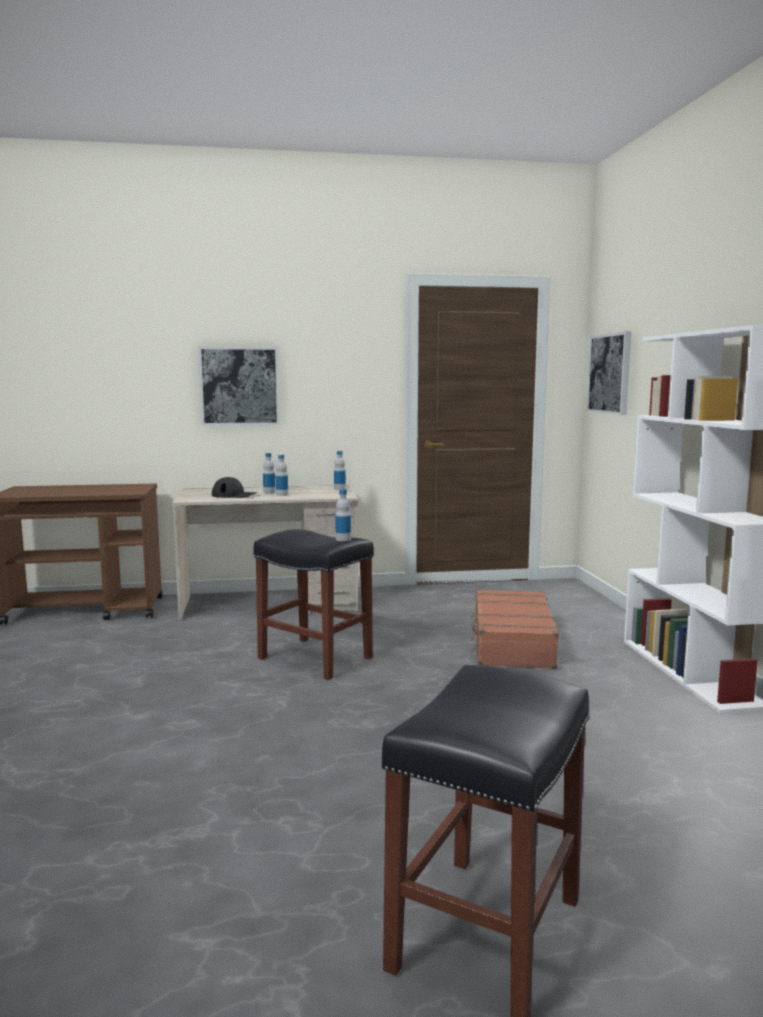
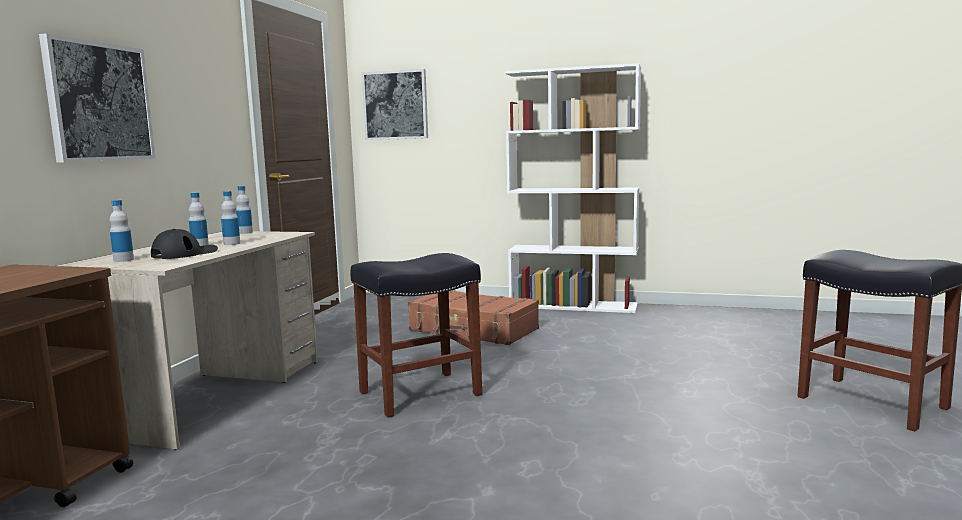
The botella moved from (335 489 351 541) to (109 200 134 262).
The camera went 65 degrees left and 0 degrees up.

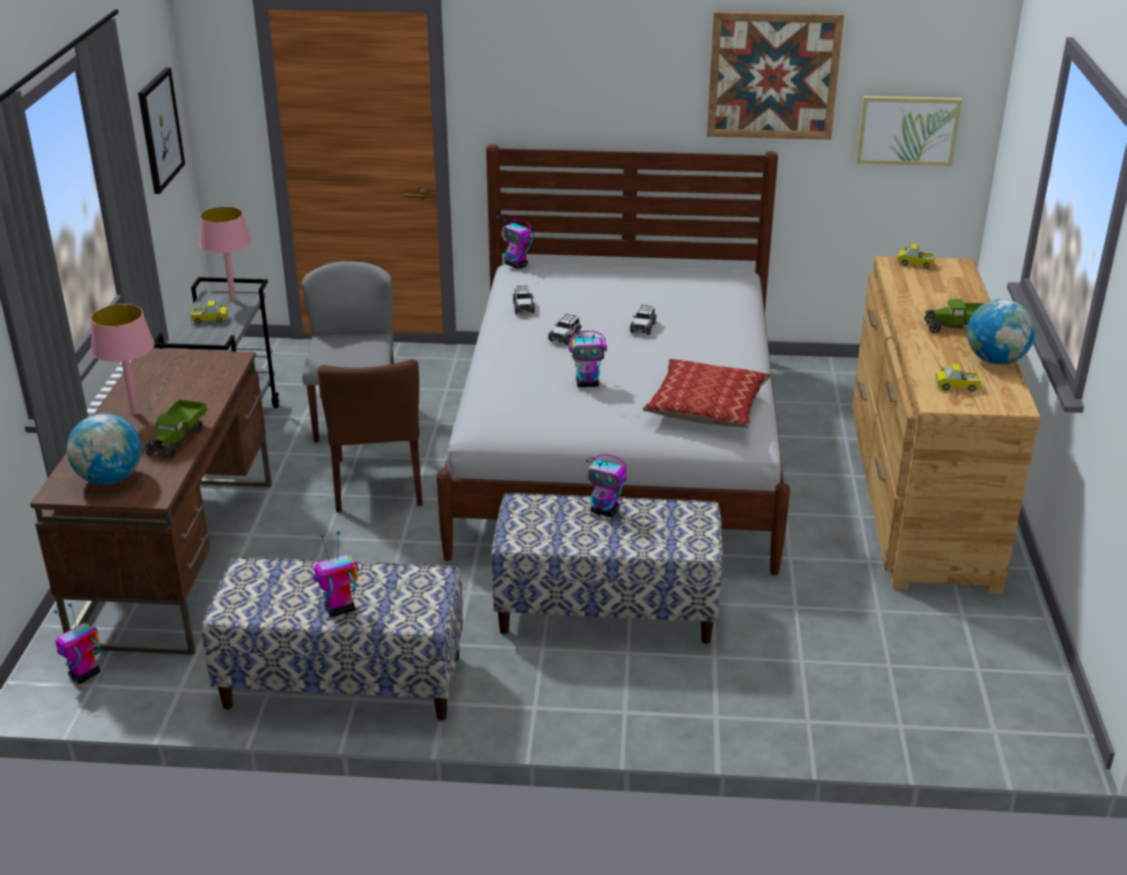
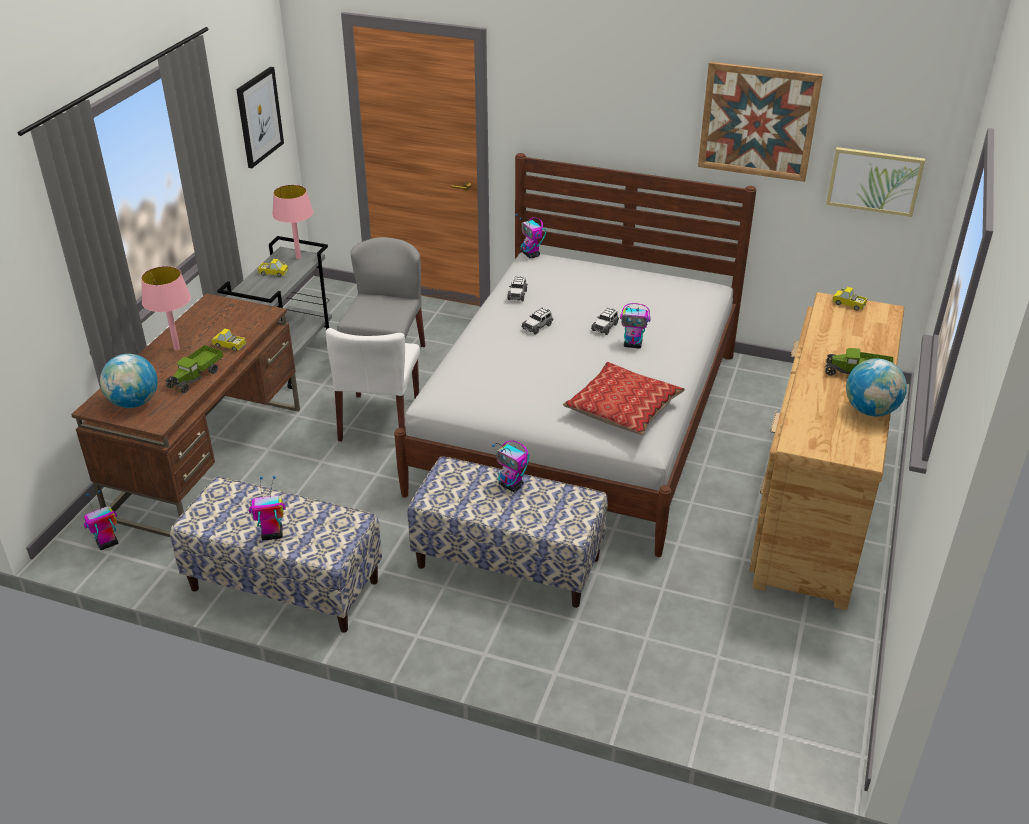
The robot de juguete moved from (569 331 607 387) to (620 303 651 349).
The silla [marrón] at (318 359 423 512) became the silla [blanco] at (326 328 420 441).
The camión de juguete moved from (935 364 981 392) to (211 329 246 351).
The camera went 15 degrees right and 5 degrees up.

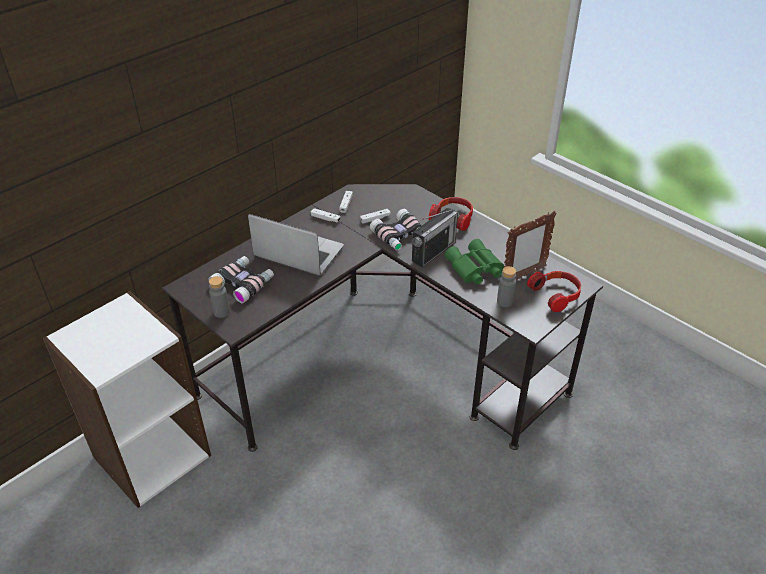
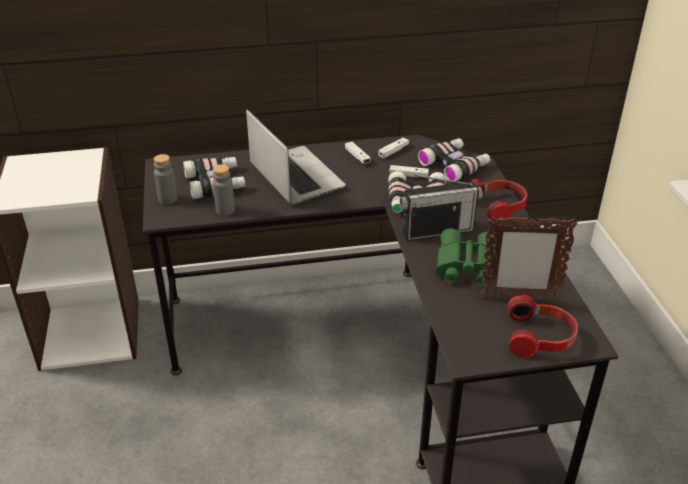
The botella [gris] moved from (497 266 516 307) to (213 164 235 216).
The prismáticos at (418 138 490 183) appeared.
The camera went 35 degrees right and 5 degrees down.

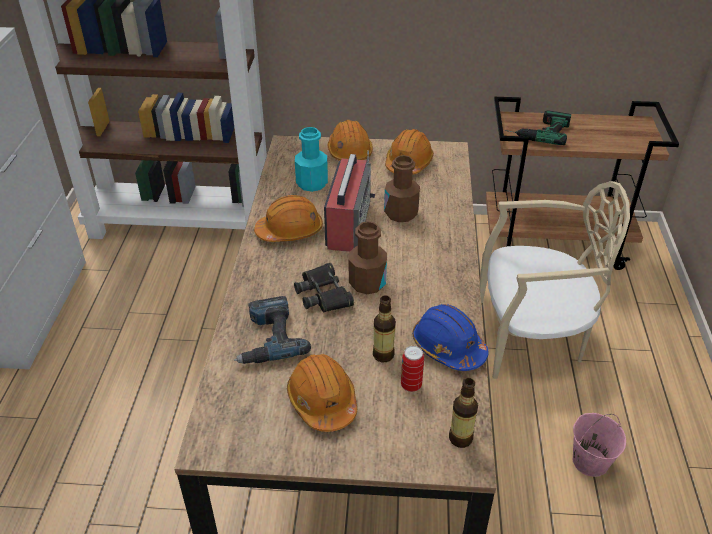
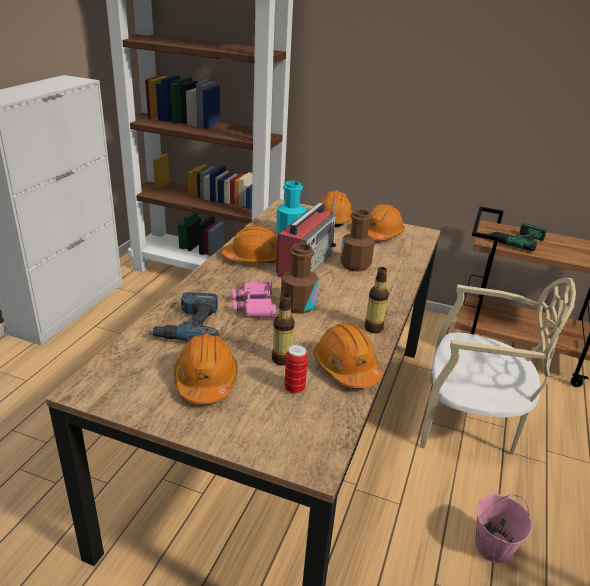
The prismáticos [negro] at (294 263 354 312) became the prismáticos [rosa] at (232 282 276 318).
The casco [azul] at (412 304 489 371) became the casco [naranja] at (314 324 382 388).
The botella moved from (449 378 478 448) to (364 267 389 333).
The camera went 15 degrees right and 10 degrees down.

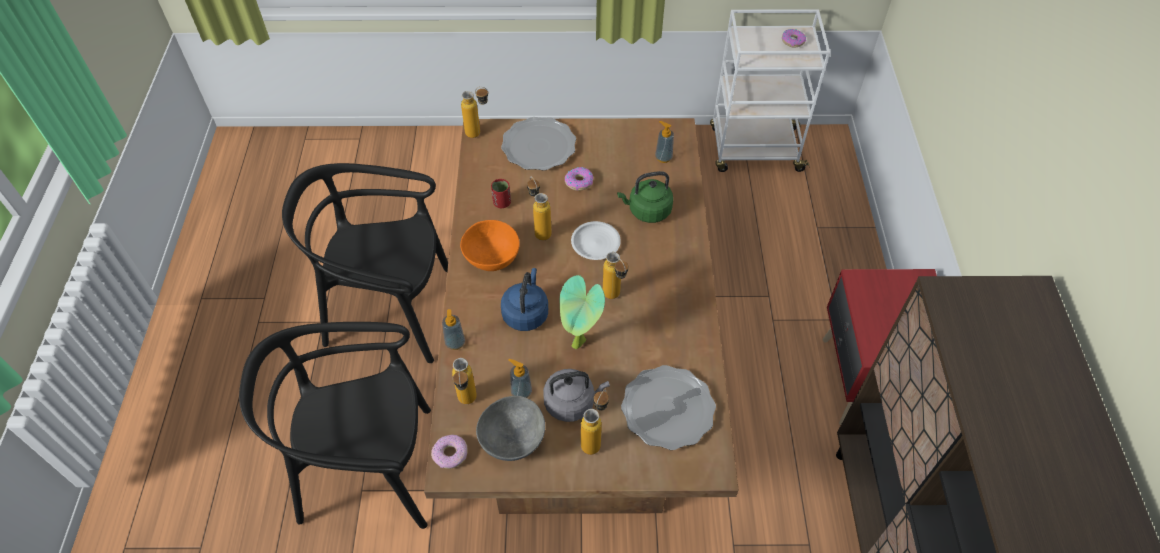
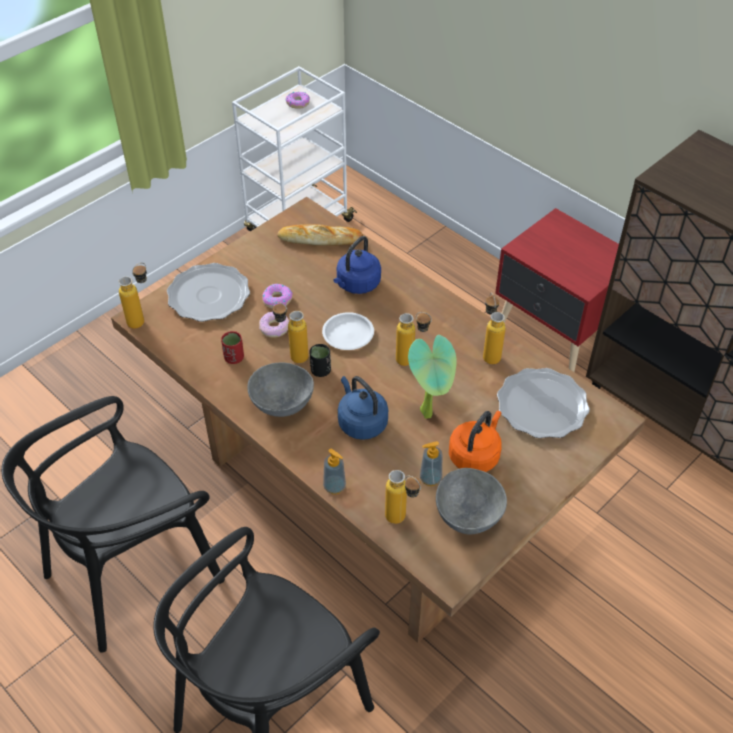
The dispensador de jabón at (655 121 674 163) was replaced by the pan at (277 224 363 246).
The hervidor [verde] at (617 171 673 223) became the hervidor [azul] at (333 236 381 294).
The cuenco [naranja] at (460 220 520 271) became the cuenco [gris] at (247 363 314 417).
The hervidor [gris] at (543 369 610 422) became the hervidor [naranja] at (449 411 502 472).
The botella moved from (581 390 609 455) to (483 293 506 364).
The rosquilla moved from (431 435 468 469) to (259 311 289 338).
The taza [negro] at (309 344 331 377) appeared.
The camera went 45 degrees left and 5 degrees down.

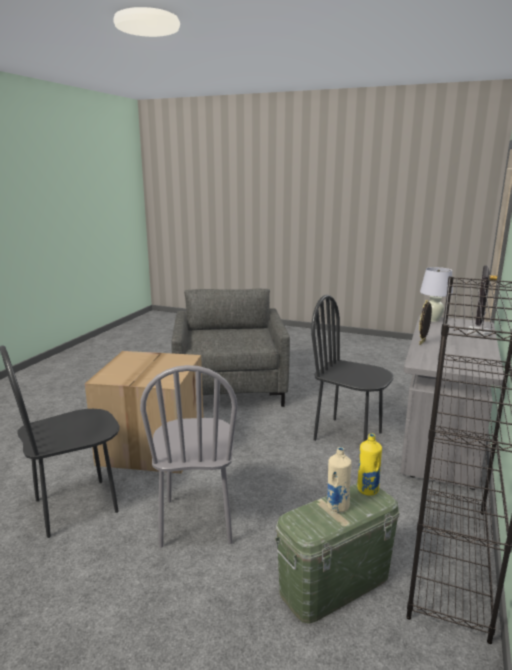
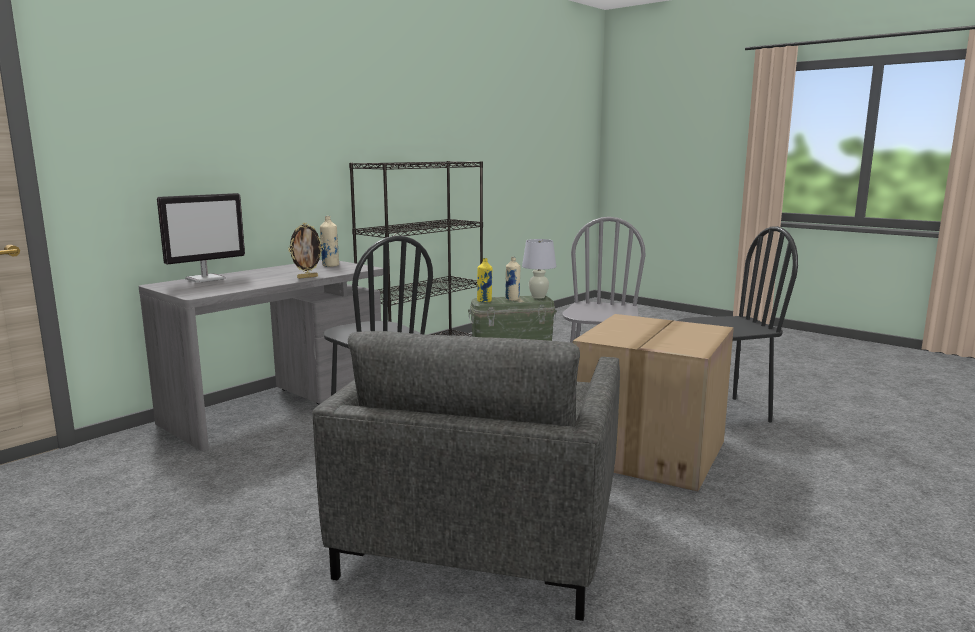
The lámpara de mesa [blanco] moved from (420 267 453 322) to (522 239 556 299).
The botella [beis] at (320 216 340 267) appeared.
The camera went 160 degrees left and 5 degrees down.

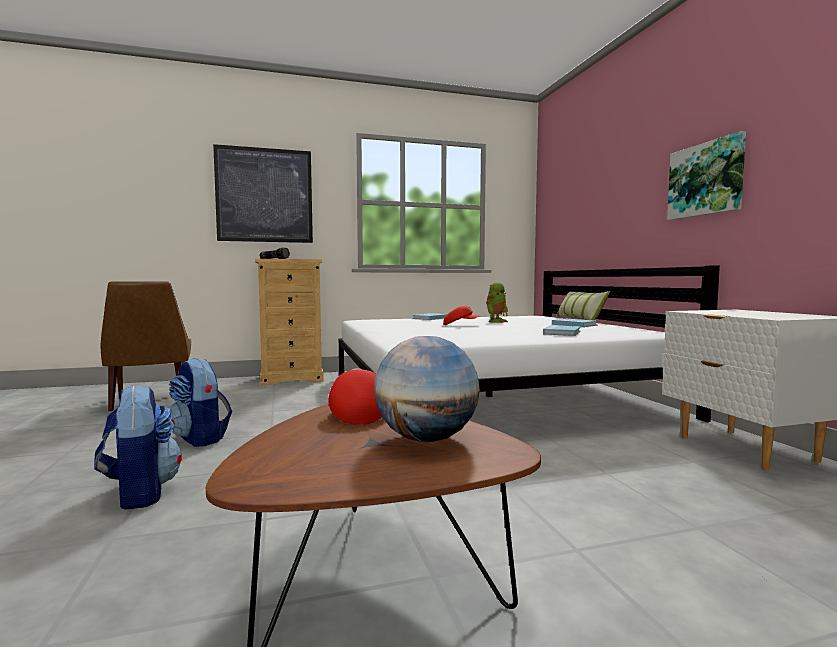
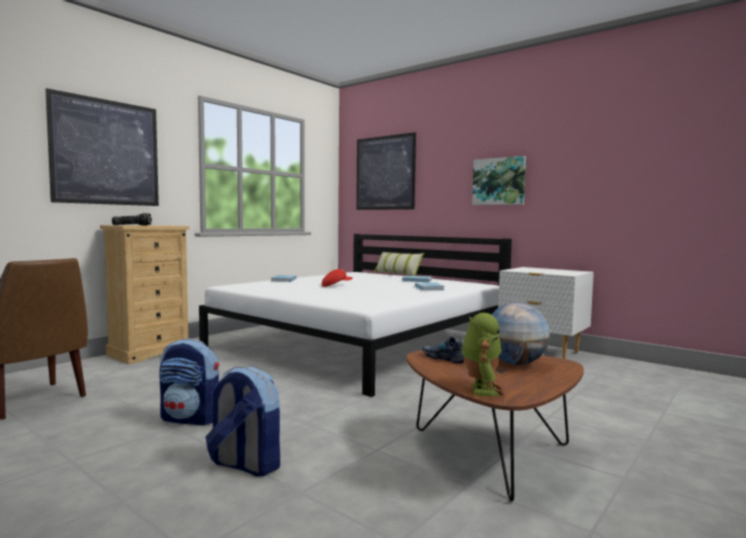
The robot de juguete moved from (486 282 508 323) to (461 313 503 396).
The gorra [rojo] at (328 368 382 425) was replaced by the zapato at (422 336 464 364).
The cuadro at (356 132 416 210) appeared.
The camera went 35 degrees left and 0 degrees up.

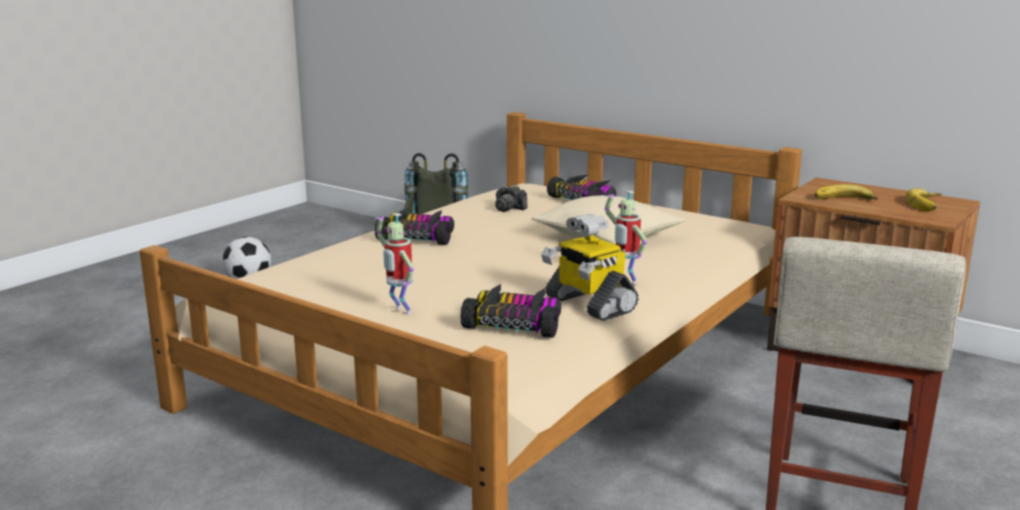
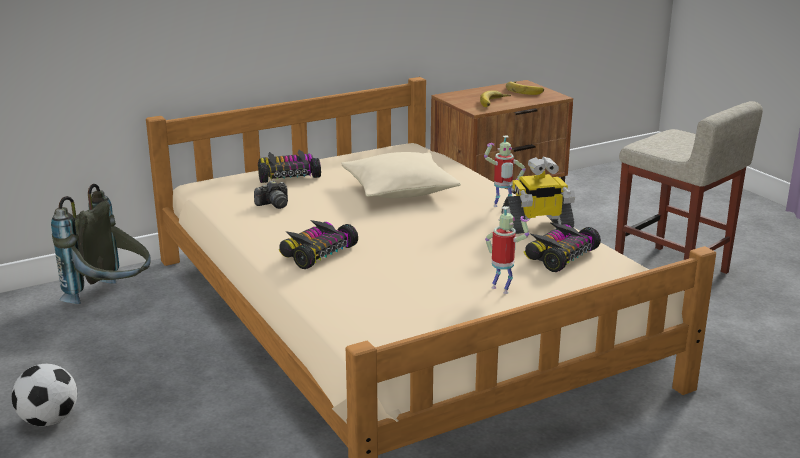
The robot de juguete at (374 213 414 315) turned 120 degrees counterclockwise.
The camera went 65 degrees left and 5 degrees up.

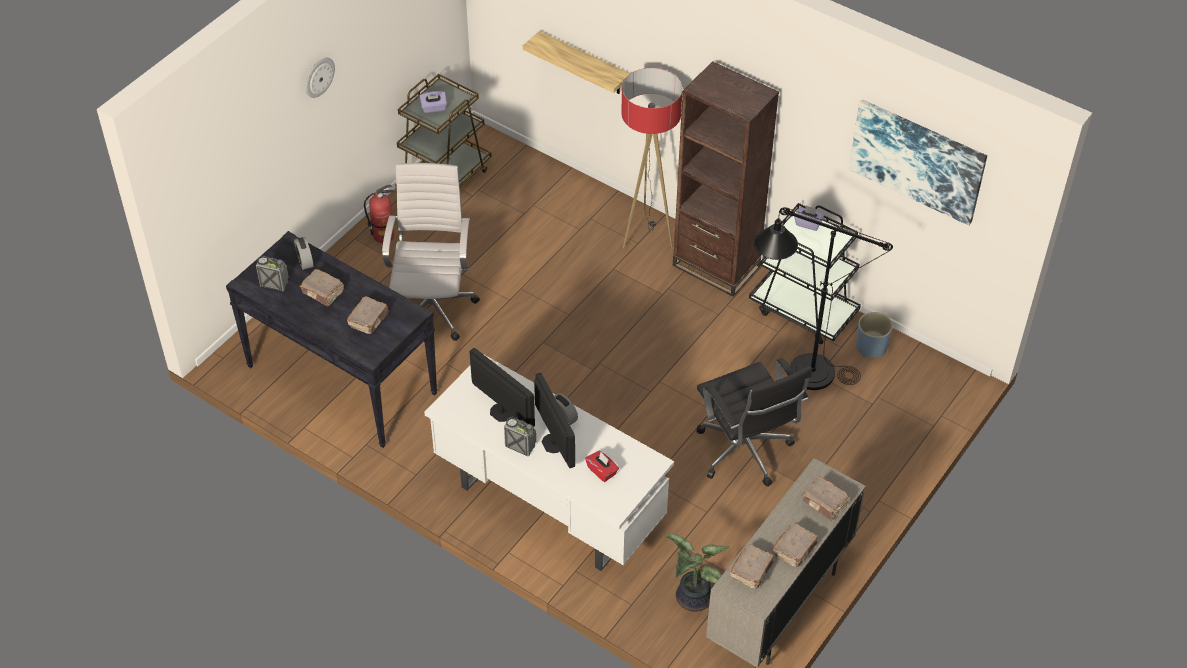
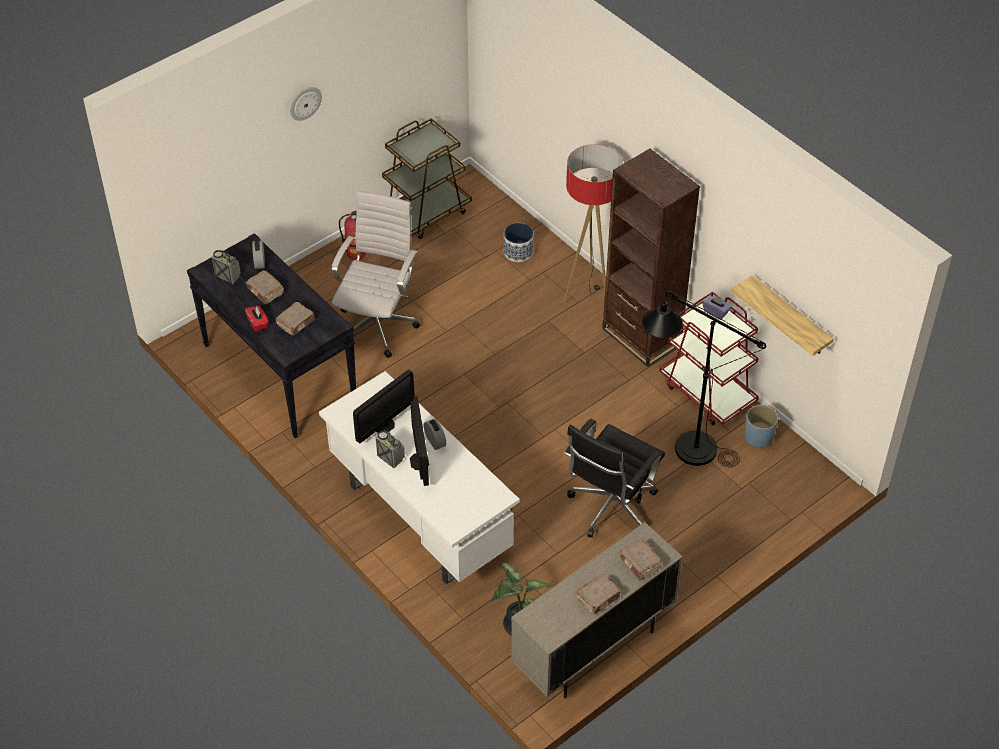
The estante moved from (523 31 630 94) to (732 275 834 356).
The caja de pañuelos [morado] at (419 91 447 113) disappeared.
The cuadro at (849 99 987 226) disappeared.
The carrito [negro] at (749 203 861 344) became the carrito [rojo] at (659 292 759 425).
The monitor at (470 348 535 427) turned 75 degrees clockwise.
The silla de oficina [negro] at (696 358 812 487) turned 45 degrees clockwise.
The caja de pañuelos [rojo] moved from (585 451 619 482) to (245 306 269 332).
The libro [marrón] at (730 544 774 589) disappeared.
The maceta at (504 223 534 262) appeared.
The camera went 15 degrees right and 0 degrees up.

